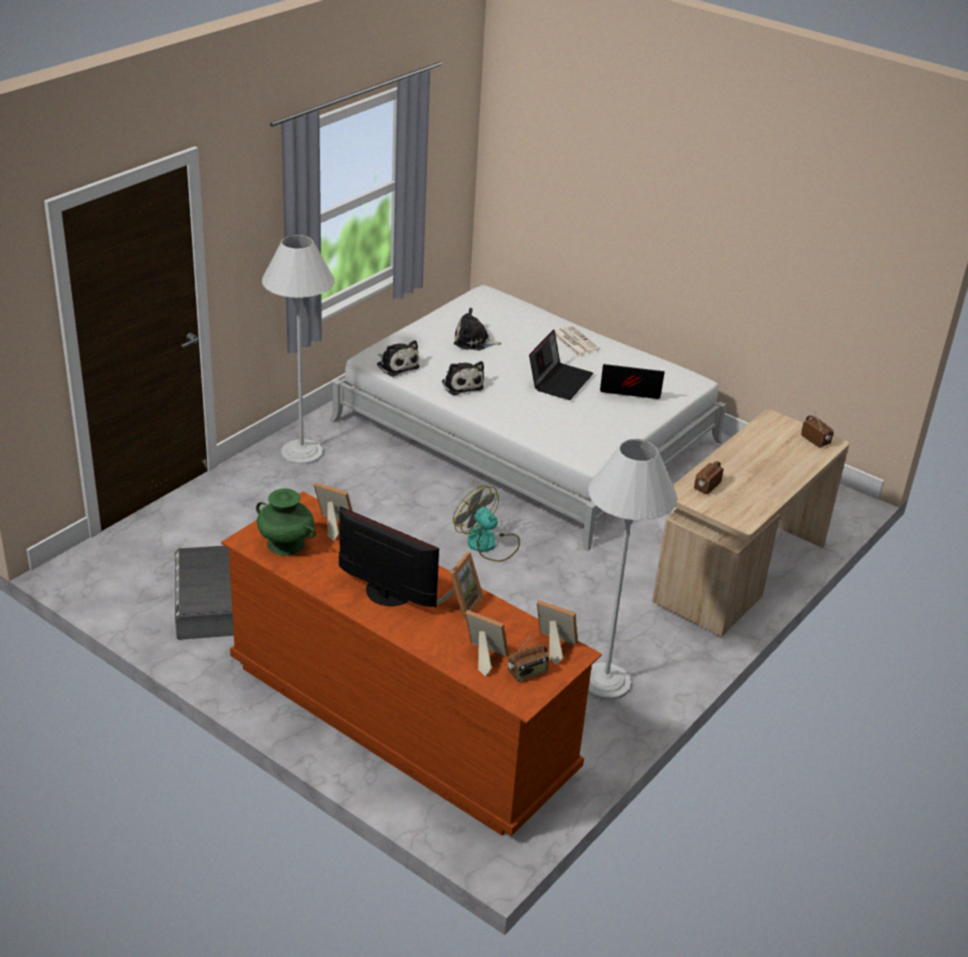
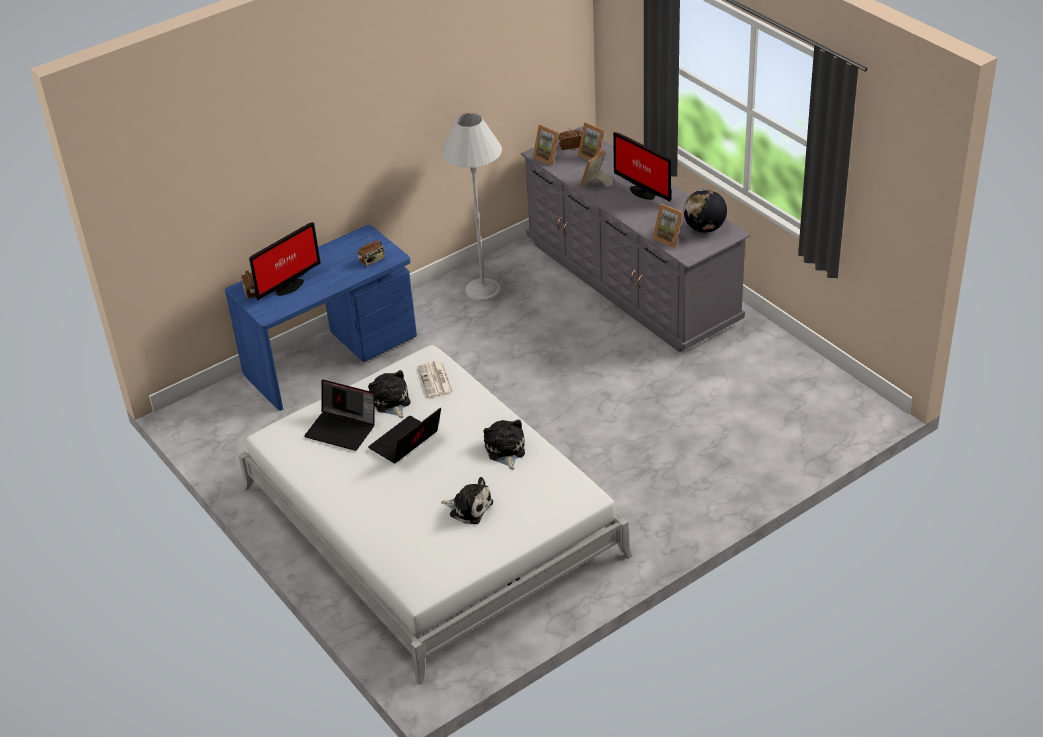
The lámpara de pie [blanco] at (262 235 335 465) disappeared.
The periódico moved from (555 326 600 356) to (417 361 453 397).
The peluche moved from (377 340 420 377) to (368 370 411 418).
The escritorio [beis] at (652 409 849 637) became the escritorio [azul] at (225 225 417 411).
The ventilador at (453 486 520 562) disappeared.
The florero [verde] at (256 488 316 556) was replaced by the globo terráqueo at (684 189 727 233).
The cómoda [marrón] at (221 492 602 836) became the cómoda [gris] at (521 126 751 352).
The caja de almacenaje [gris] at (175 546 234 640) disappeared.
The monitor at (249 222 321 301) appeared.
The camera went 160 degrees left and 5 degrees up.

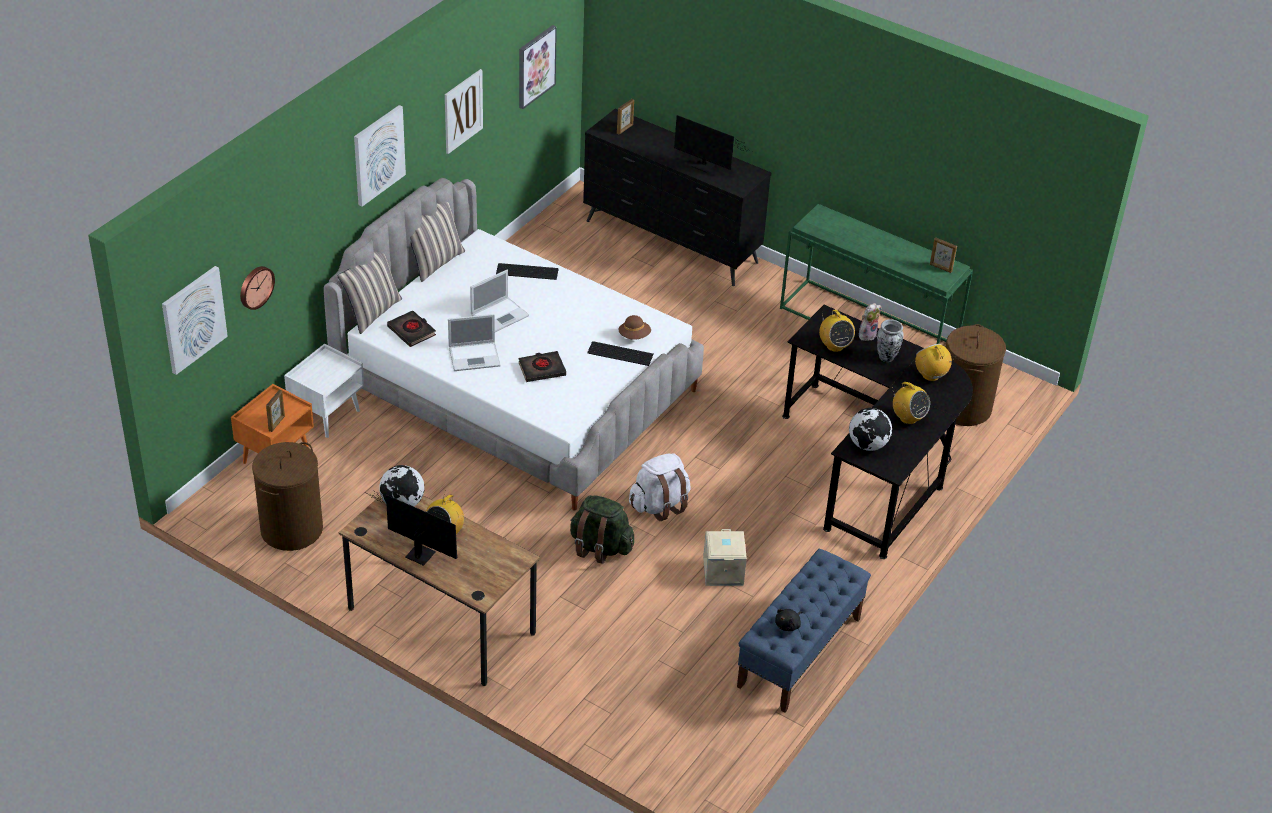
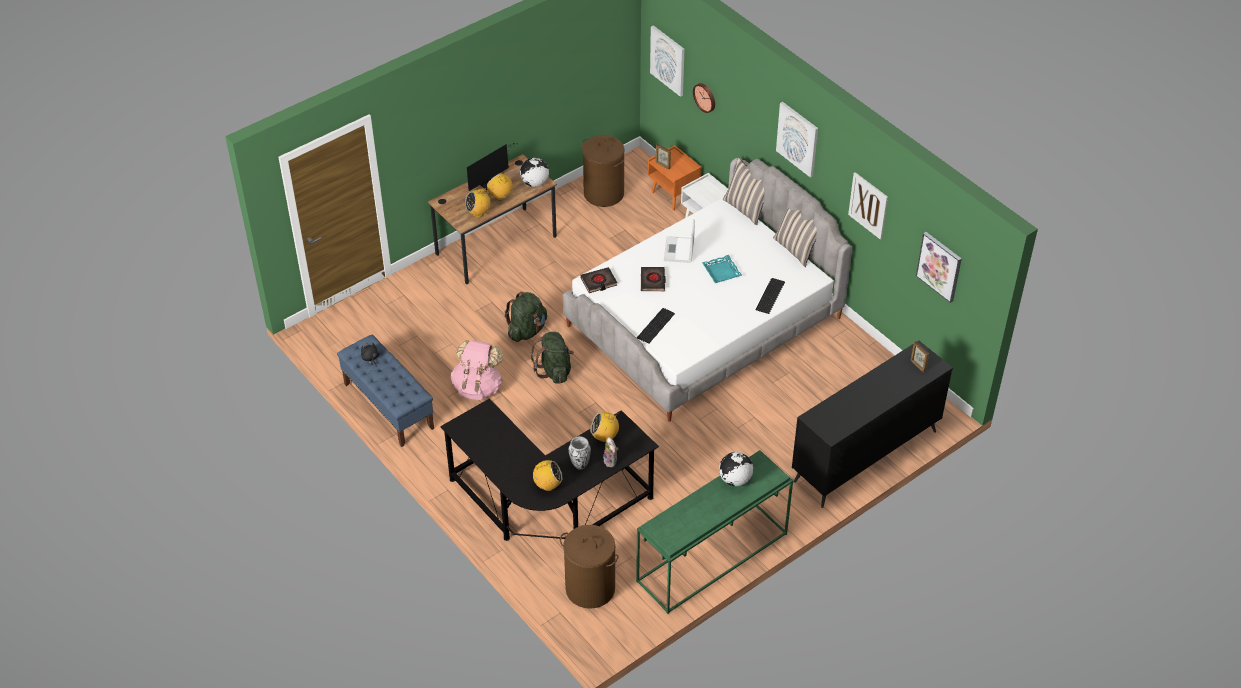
The monitor at (674 115 752 173) disappeared.
The portarretratos at (930 238 957 273) disappeared.
The portátil at (470 270 529 332) was replaced by the bandeja [turquesa] at (702 255 742 283).
The libro [negro] moved from (387 310 436 347) to (580 267 617 293).
The sombrero [marrón] at (619 315 651 340) disappeared.
The radio moved from (891 382 930 424) to (465 187 491 217).
The globo terráqueo moved from (849 408 892 451) to (719 452 753 486).
The mochila [blanco] at (629 453 691 521) became the mochila [verde] at (530 332 574 384).
The caja de almacenaje [beis] at (703 529 747 585) was replaced by the mochila [rosa] at (451 340 503 400).
The camera went 110 degrees right and 5 degrees up.

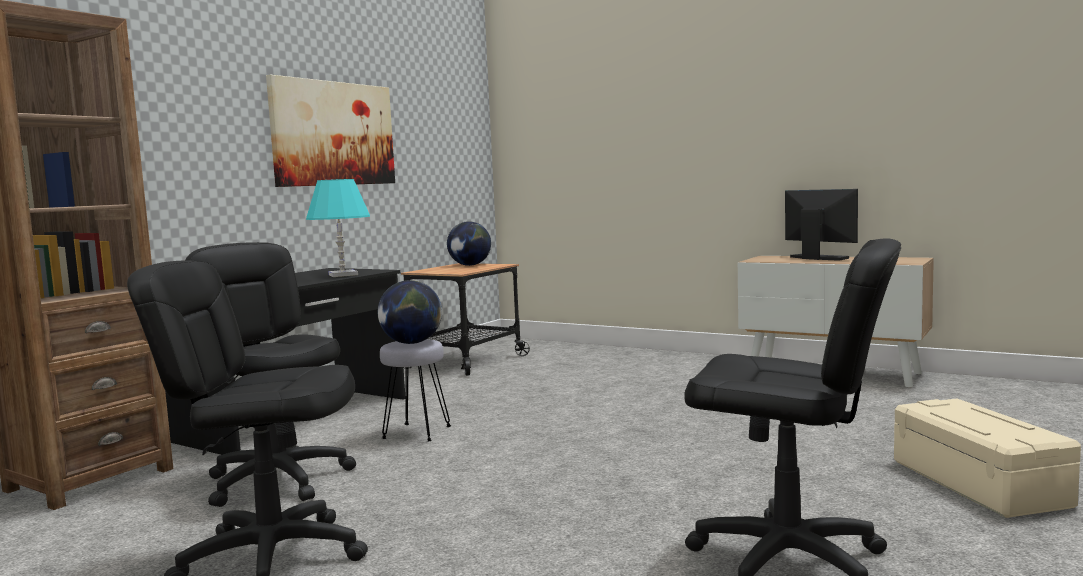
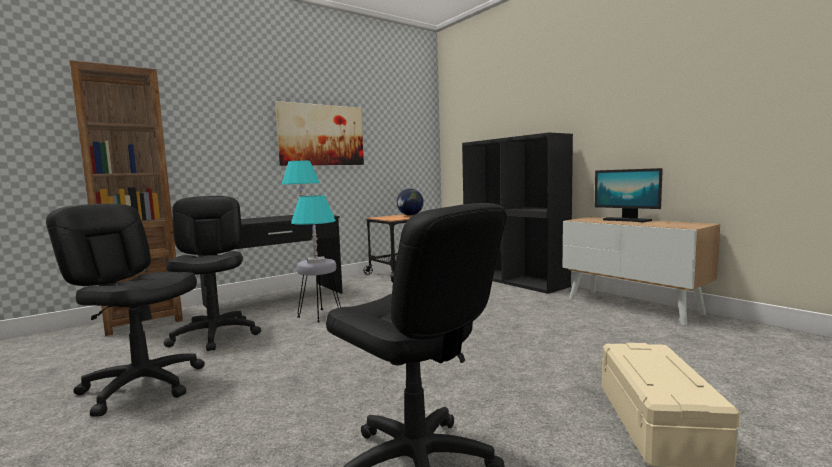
The monitor at (785 189 858 261) turned 150 degrees clockwise.
The globo terráqueo at (378 280 442 344) was replaced by the lámpara de mesa [turquesa] at (291 195 336 263).
The estantería [negro] at (462 133 573 294) appeared.
The camera went 20 degrees right and 0 degrees up.

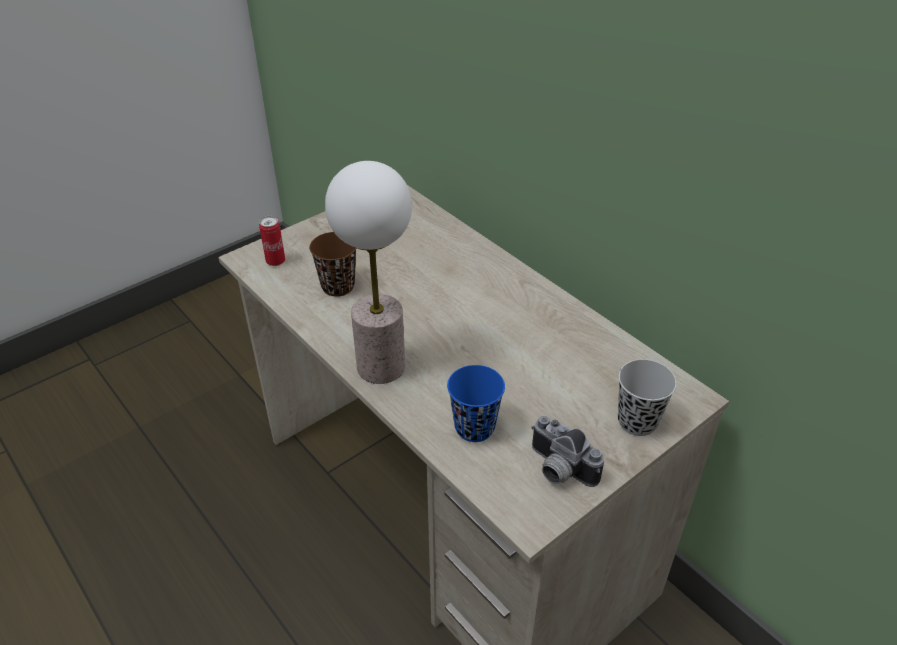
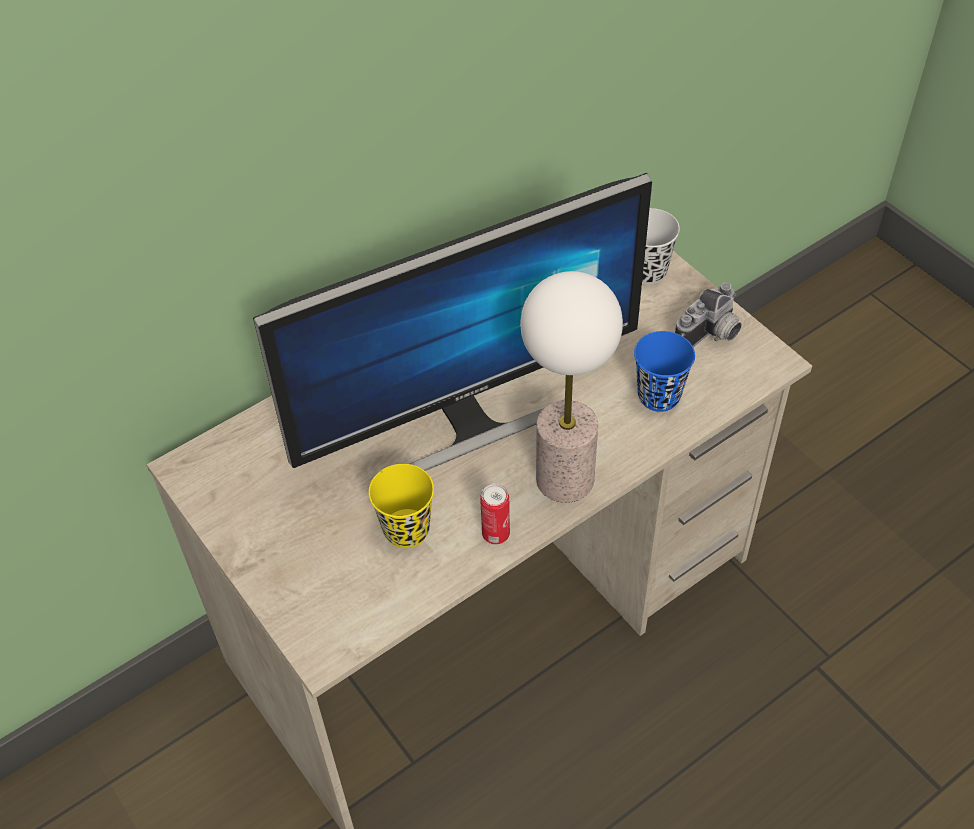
The lata moved from (259 216 285 266) to (480 483 510 545).
The taza [marrón] at (310 232 356 297) became the taza [amarillo] at (369 464 434 548).
The monitor at (253 173 652 471) appeared.
The camera went 85 degrees left and 10 degrees up.

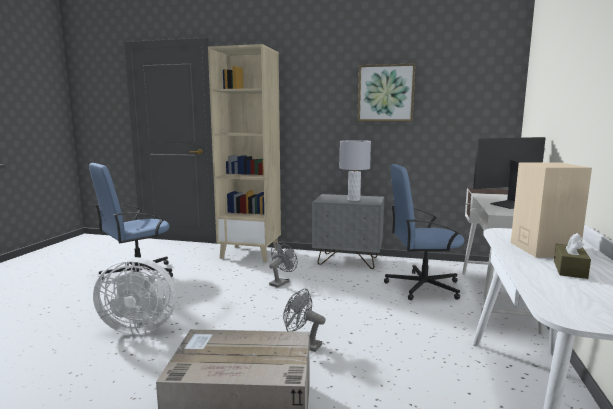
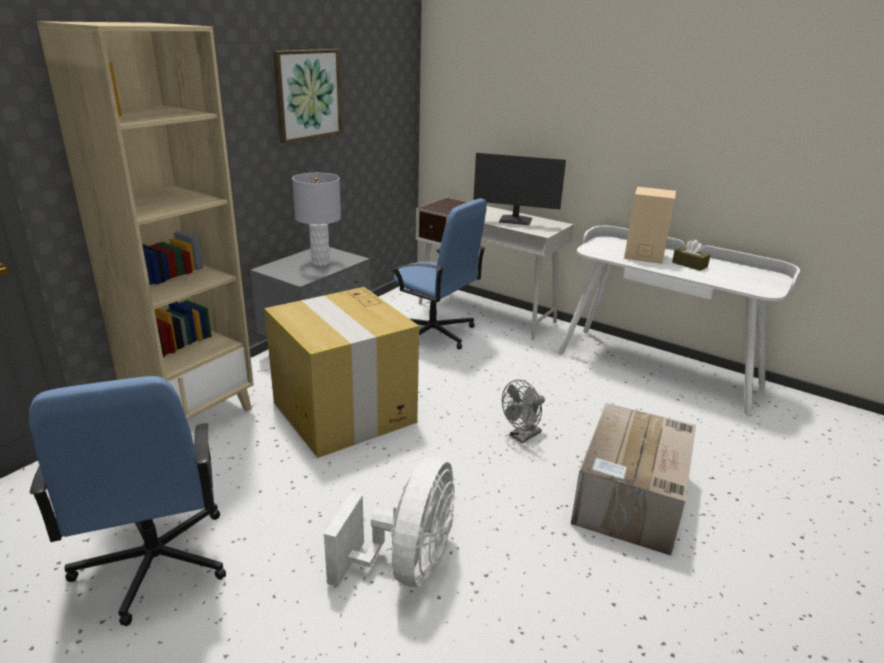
The monitor at (473 137 546 209) turned 75 degrees counterclockwise.
The silla de oficina [azul] at (384 164 464 300) turned 75 degrees counterclockwise.
The ventilador [gris] at (269 242 298 288) was replaced by the caja de cartón at (264 287 419 458).
The camera went 70 degrees left and 15 degrees up.

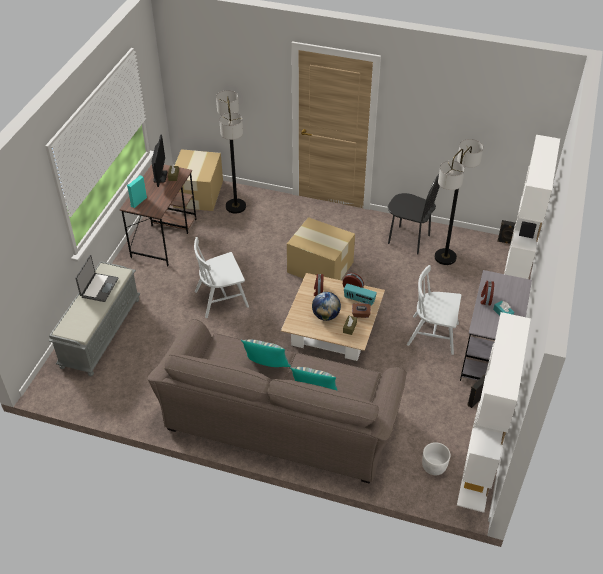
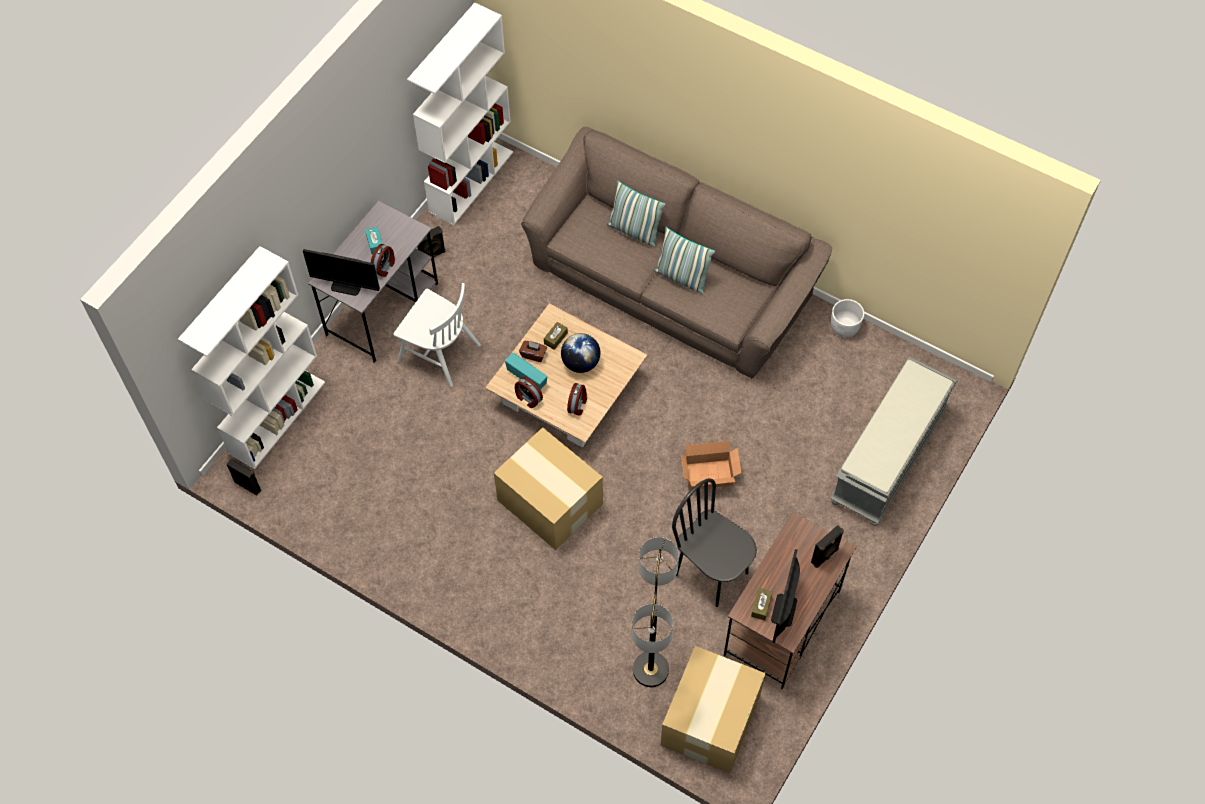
The lámpara de pie at (435 139 483 265) disappeared.
The silla [negro] moved from (388 174 440 254) to (672 478 757 607).
The altavoz [turquesa] at (127 175 147 208) became the altavoz [negro] at (811 525 844 568).
The silla [blanco] at (194 237 249 318) was replaced by the caja de cartón at (681 441 742 490).
The portátil at (75 255 118 302) disappeared.
The maceta [blanco] moved from (422 442 450 475) to (831 299 864 338).
The monitor at (303 249 380 296) appeared.
The camera went 165 degrees left and 15 degrees up.

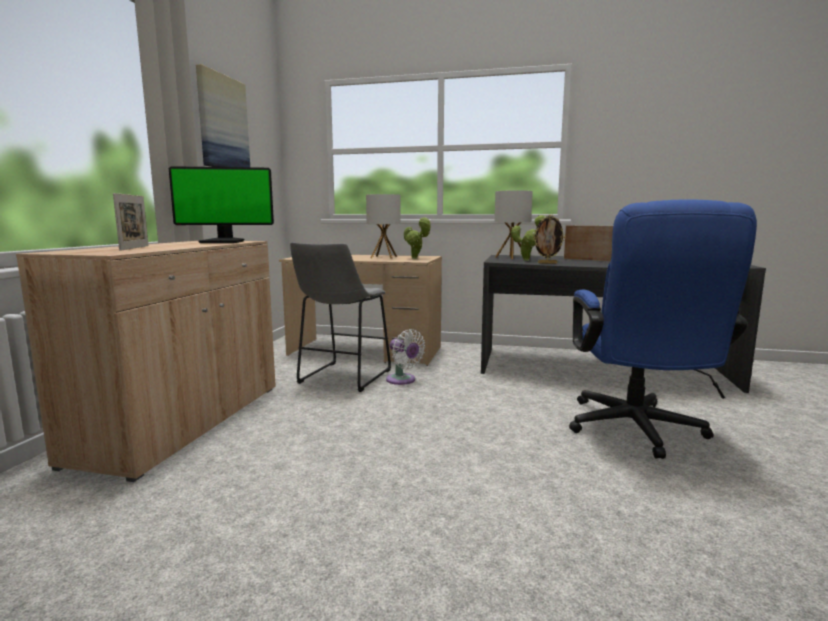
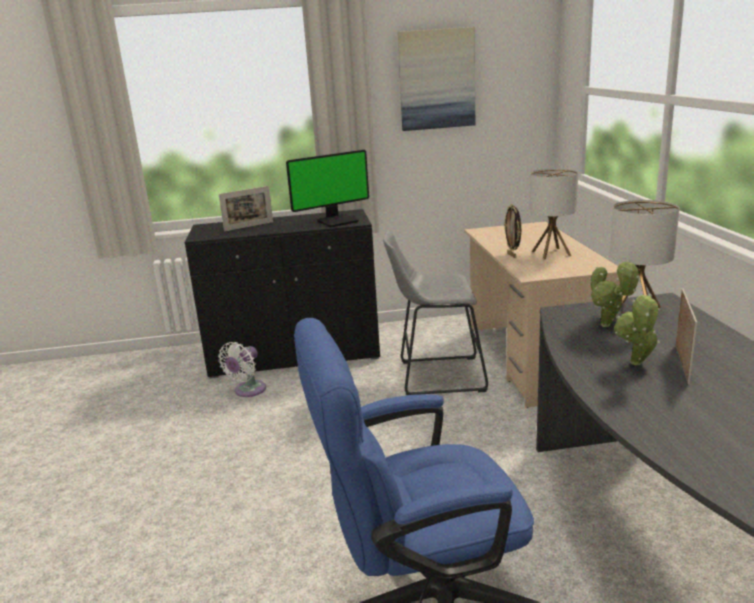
The monitor at (169 166 274 243) turned 90 degrees counterclockwise.
The portarretratos moved from (533 215 566 264) to (504 204 521 258).
The planta en maceta moved from (404 217 431 259) to (614 294 660 365).
The armario [beis] at (16 241 276 482) became the armario [negro] at (185 209 380 378).
The ventilador [blanco] moved from (386 329 426 385) to (218 342 266 397).
The camera went 70 degrees right and 10 degrees up.

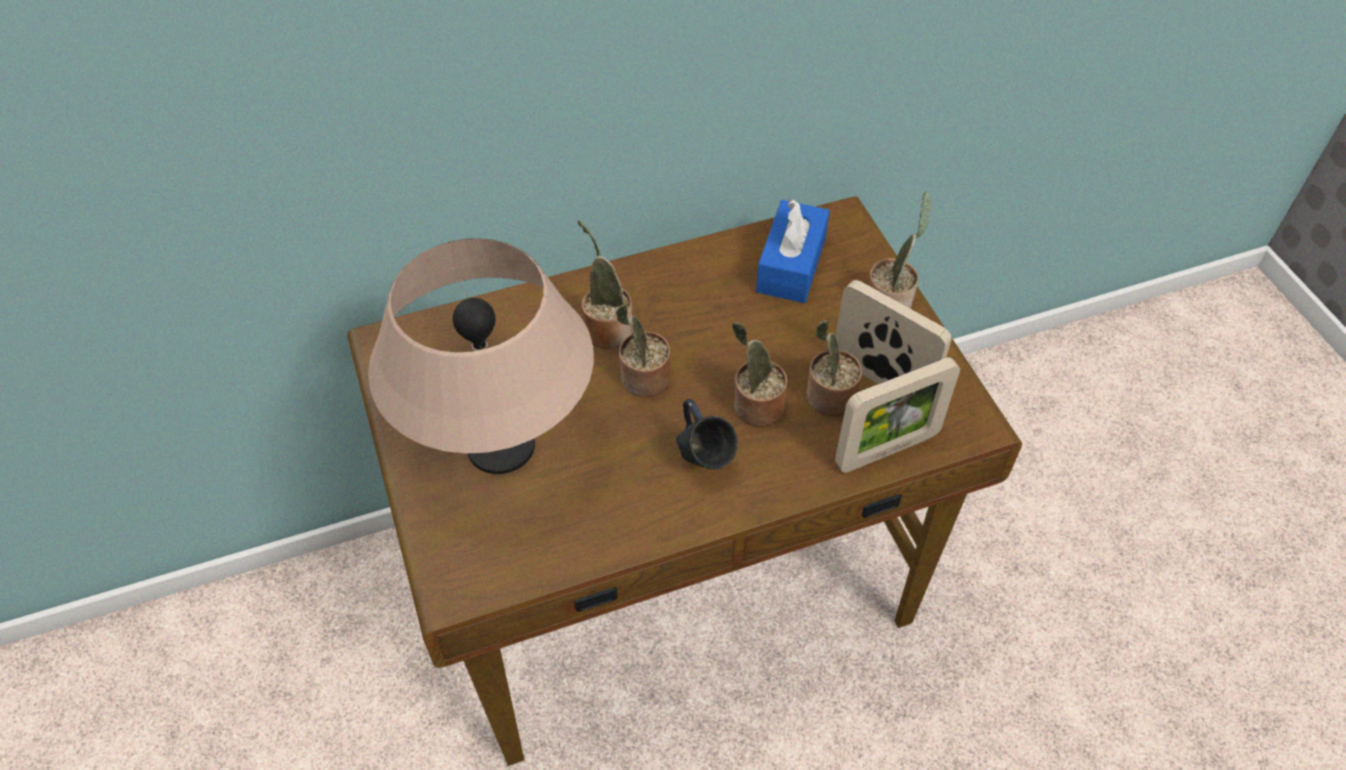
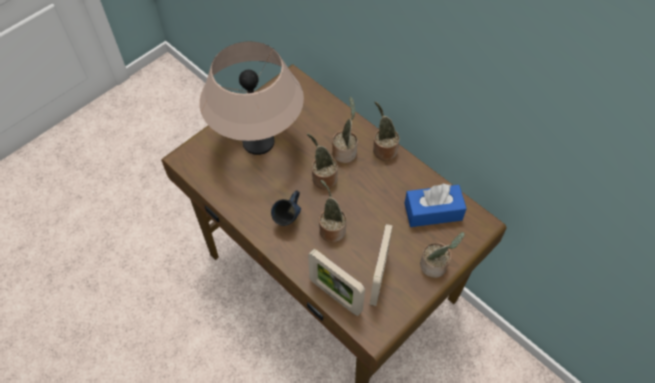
The planta en maceta moved from (807 320 862 416) to (373 101 399 161).
The camera went 65 degrees right and 5 degrees up.

